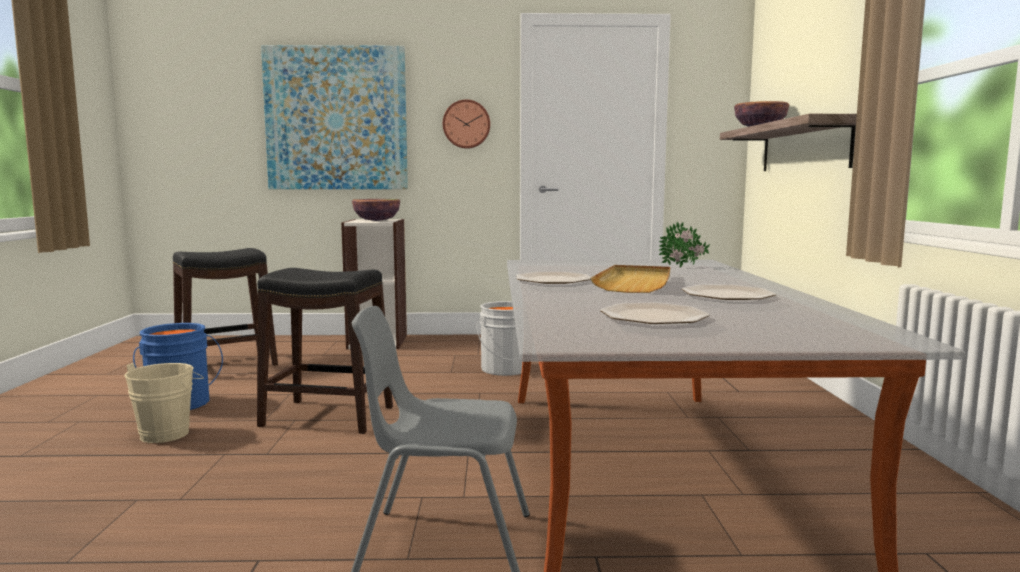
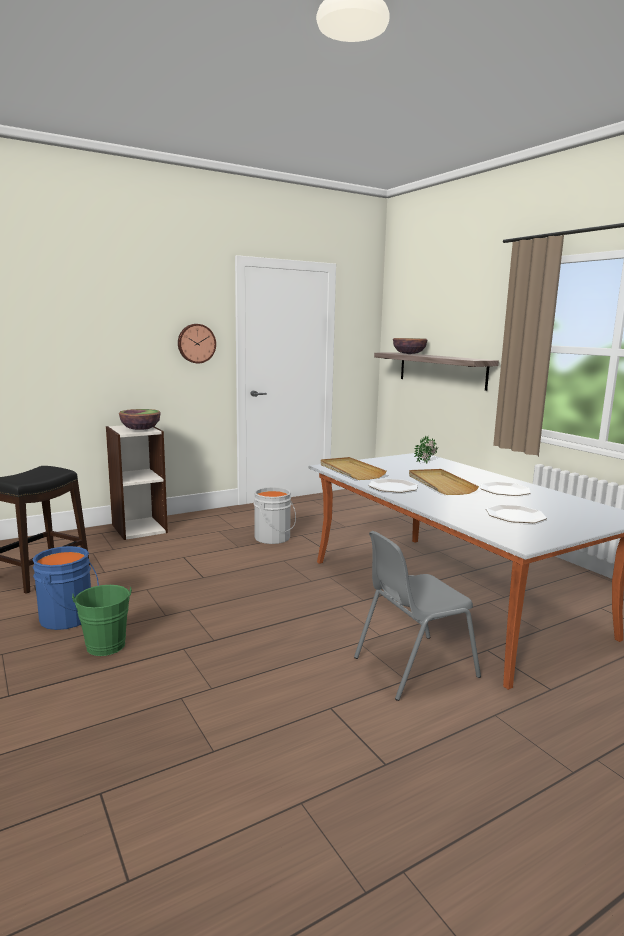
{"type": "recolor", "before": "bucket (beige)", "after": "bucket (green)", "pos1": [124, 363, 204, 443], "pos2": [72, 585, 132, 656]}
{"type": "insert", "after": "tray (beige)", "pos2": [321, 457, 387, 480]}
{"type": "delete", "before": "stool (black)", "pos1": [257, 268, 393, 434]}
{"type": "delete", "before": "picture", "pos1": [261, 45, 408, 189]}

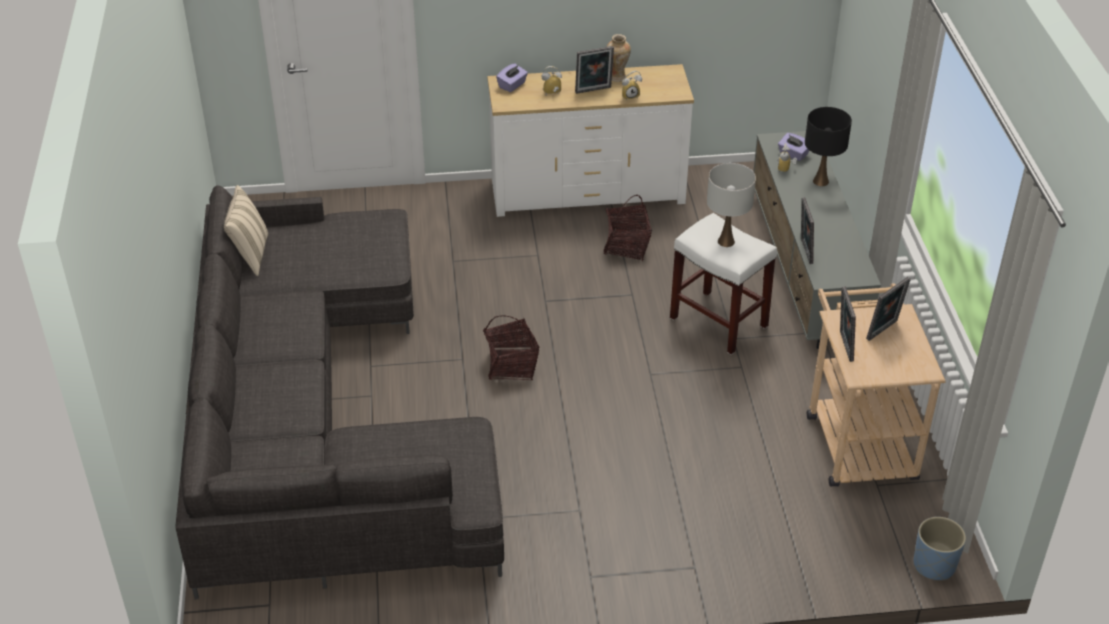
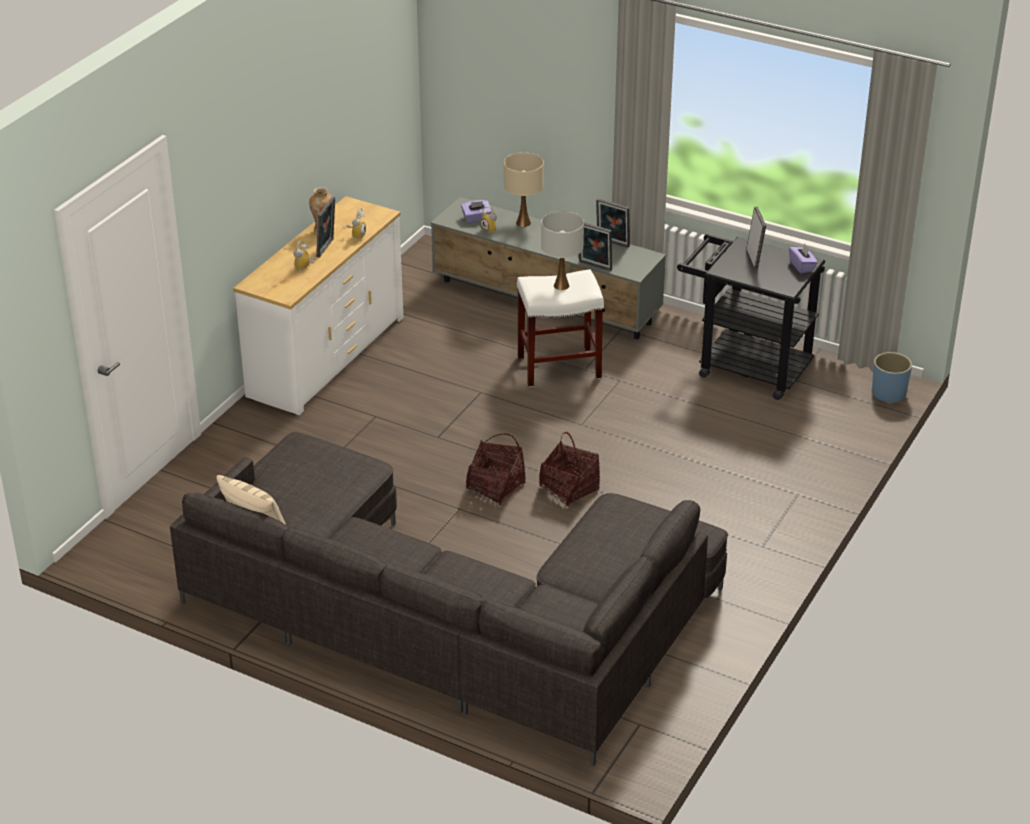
{"type": "recolor", "before": "table lamp (black)", "after": "table lamp (beige)", "pos1": [805, 107, 852, 186], "pos2": [504, 152, 544, 227]}
{"type": "move", "before": "basket", "pos1": [604, 195, 652, 261], "pos2": [539, 432, 600, 506]}
{"type": "move", "before": "picture frame", "pos1": [840, 286, 856, 362], "pos2": [596, 198, 630, 248]}
{"type": "recolor", "before": "cart (beige)", "after": "cart (black)", "pos1": [807, 283, 946, 487], "pos2": [677, 234, 825, 400]}
{"type": "move", "before": "tissue box (purple)", "pos1": [496, 63, 528, 92], "pos2": [789, 244, 818, 273]}

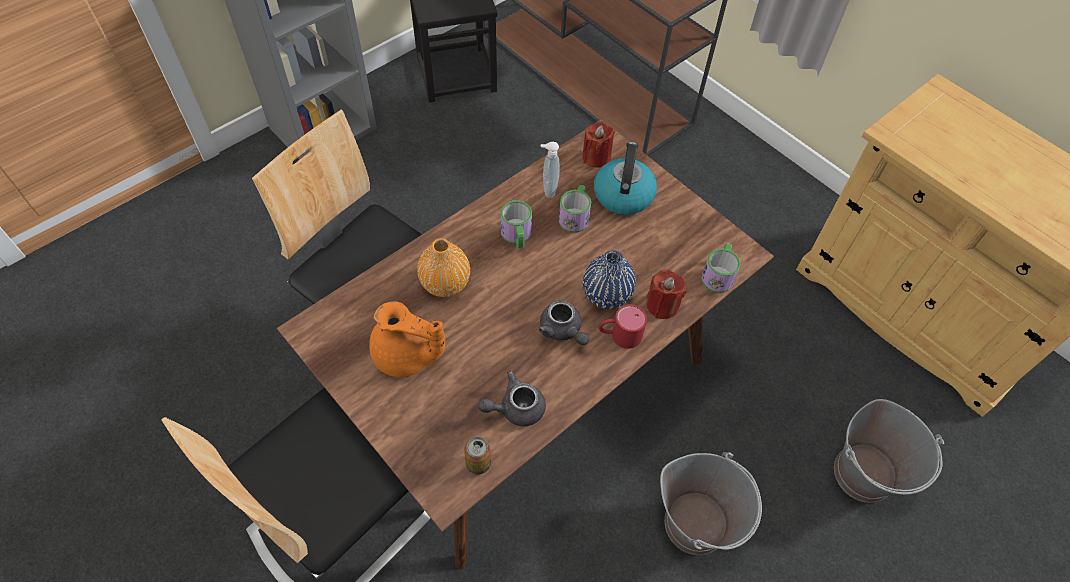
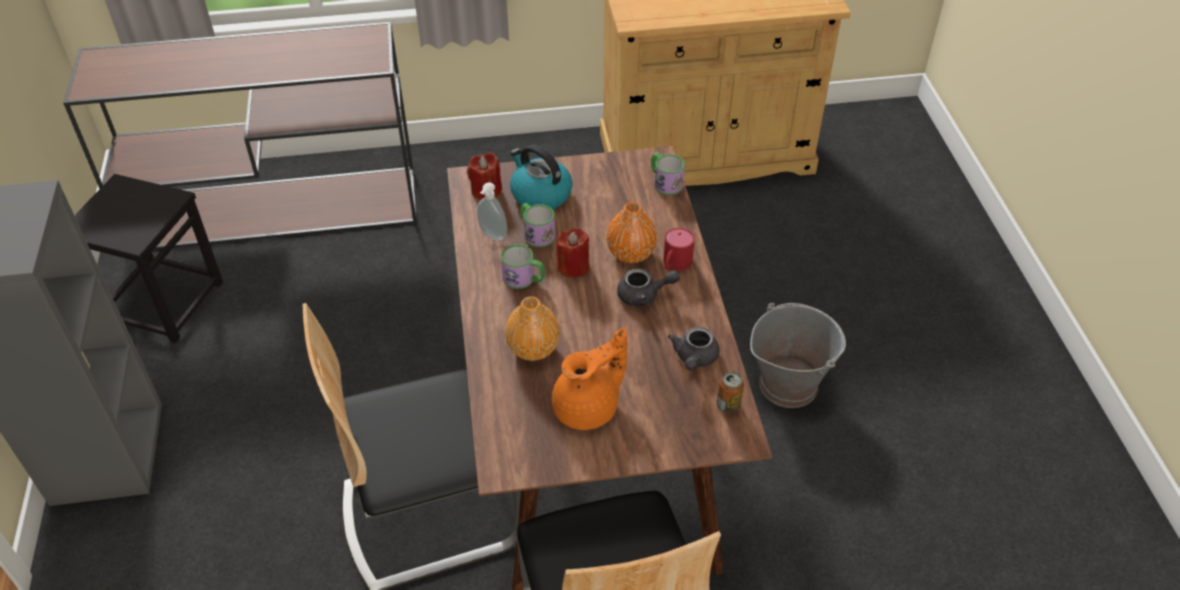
{"type": "move", "before": "candle (red)", "pos1": [646, 269, 687, 319], "pos2": [557, 227, 589, 278]}
{"type": "recolor", "before": "vase (blue)", "after": "vase (orange)", "pos1": [583, 250, 636, 309], "pos2": [607, 202, 657, 263]}
{"type": "delete", "before": "bucket (grey)", "pos1": [834, 399, 944, 503]}

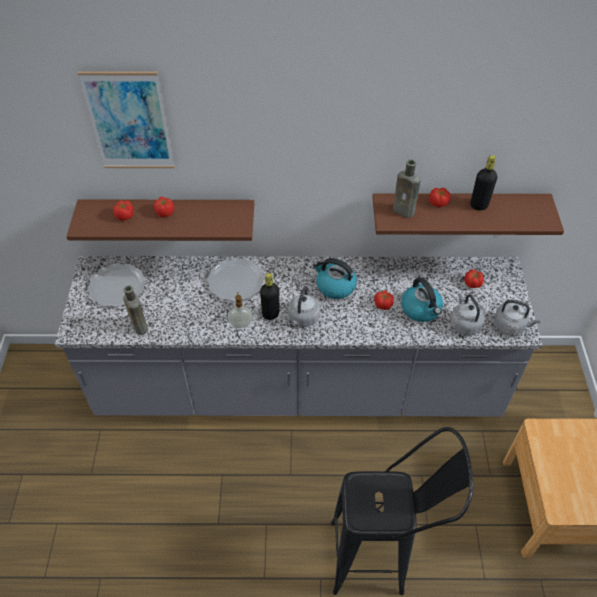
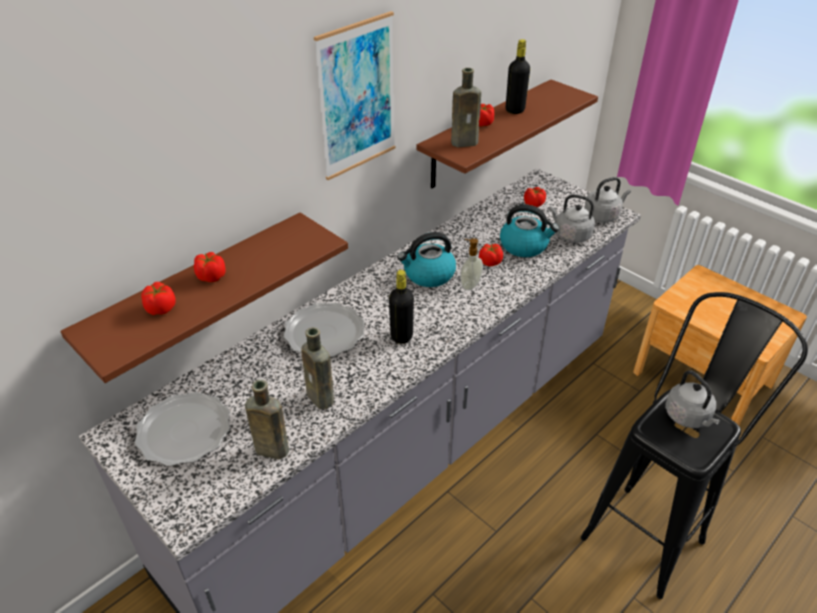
{"type": "insert", "after": "bottle (brown)", "pos2": [301, 327, 334, 409]}
{"type": "move", "before": "picture", "pos1": [77, 71, 175, 168], "pos2": [314, 11, 395, 180]}
{"type": "move", "before": "soap dispenser", "pos1": [228, 292, 253, 328], "pos2": [460, 238, 483, 290]}
{"type": "move", "before": "kettle (grey)", "pos1": [288, 286, 320, 327], "pos2": [665, 370, 720, 428]}

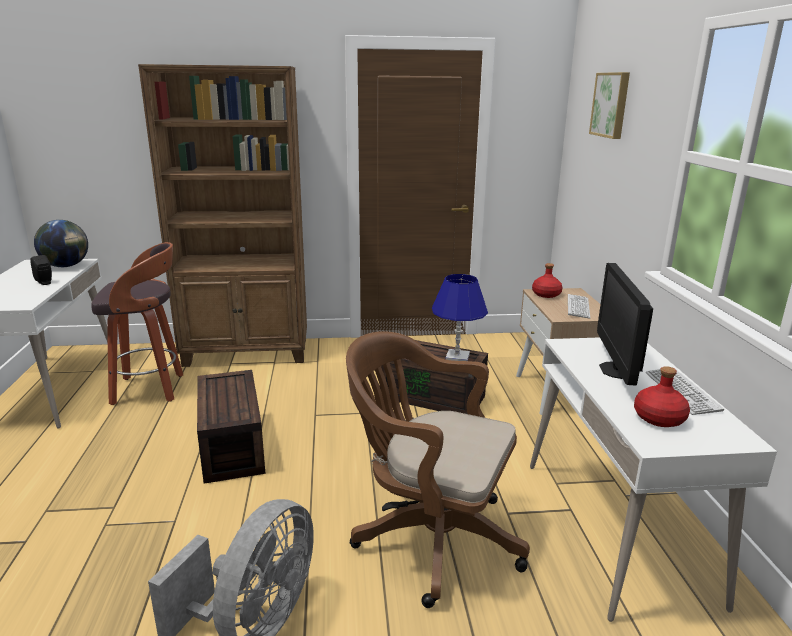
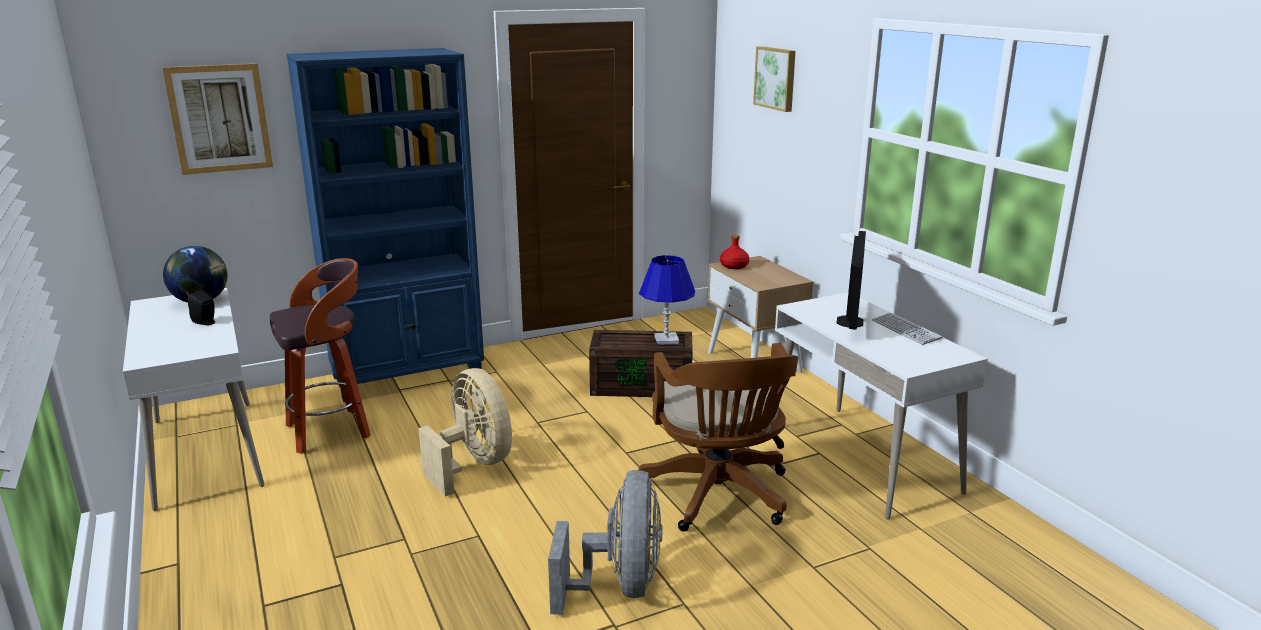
{"type": "insert", "after": "picture", "pos2": [162, 63, 273, 175]}
{"type": "recolor", "before": "bookcase (brown)", "after": "bookcase (blue)", "pos1": [138, 64, 307, 367], "pos2": [287, 48, 484, 402]}
{"type": "replace", "before": "storage box (brown)", "after": "fan (beige)", "pos1": [197, 370, 266, 484], "pos2": [418, 368, 512, 496]}
{"type": "rotate", "before": "office chair (brown)", "pos1": [346, 331, 530, 608], "pos2": [638, 343, 798, 531], "turn": -105}
{"type": "rotate", "before": "monitor", "pos1": [597, 263, 653, 386], "pos2": [836, 231, 866, 330], "turn": -150}
{"type": "delete", "before": "keyboard", "pos1": [568, 294, 590, 319]}
{"type": "delete", "before": "bottle (red)", "pos1": [634, 366, 690, 427]}

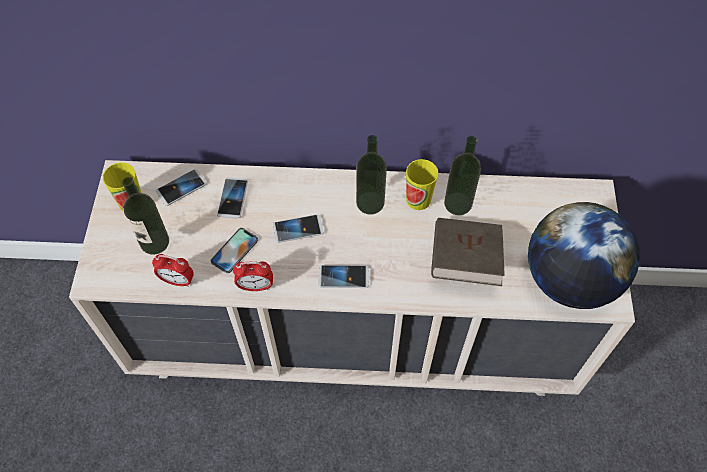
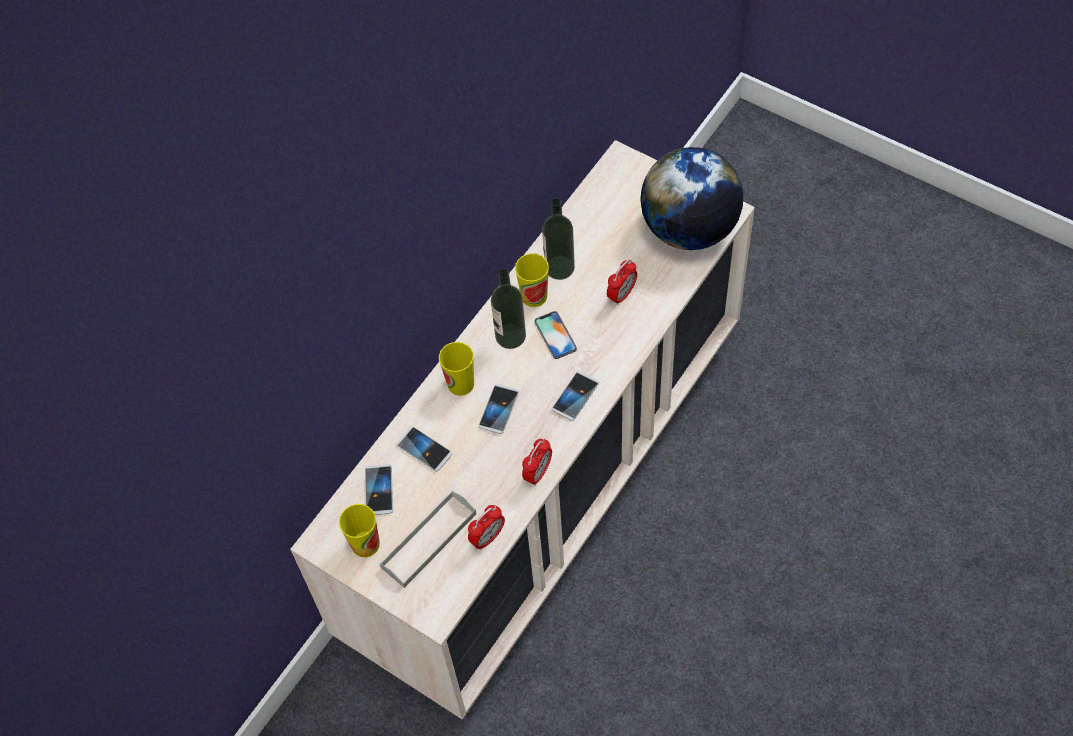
{"type": "replace", "before": "bottle", "after": "tray (grey)", "pos1": [122, 177, 169, 255], "pos2": [379, 491, 476, 588]}
{"type": "insert", "after": "cup", "pos2": [439, 342, 474, 396]}
{"type": "move", "before": "phone", "pos1": [211, 228, 258, 273], "pos2": [534, 311, 577, 359]}
{"type": "replace", "before": "book (brown)", "after": "alarm clock", "pos1": [431, 218, 505, 286], "pos2": [607, 260, 637, 306]}

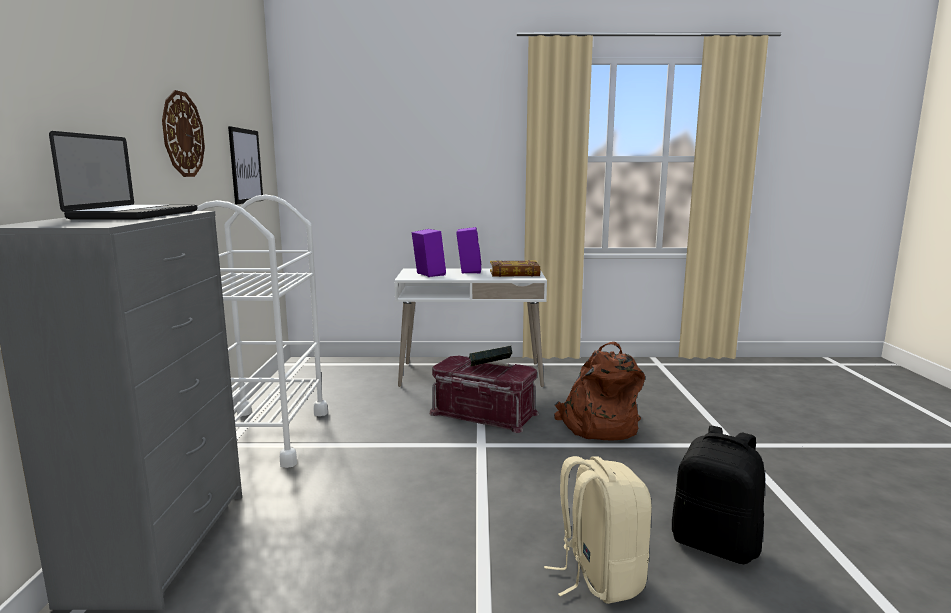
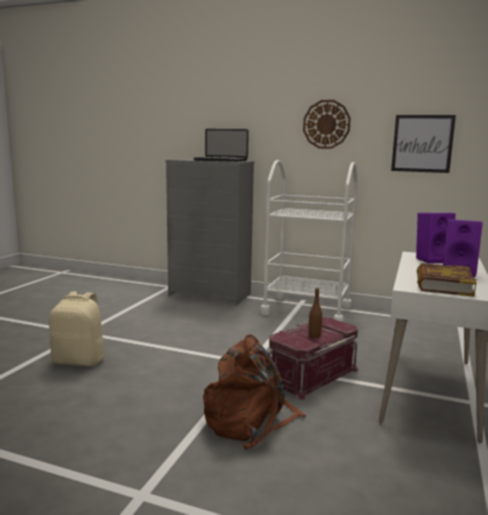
{"type": "replace", "before": "book", "after": "bottle (brown)", "pos1": [469, 346, 512, 367], "pos2": [308, 288, 322, 338]}
{"type": "delete", "before": "backpack (black)", "pos1": [672, 426, 765, 564]}

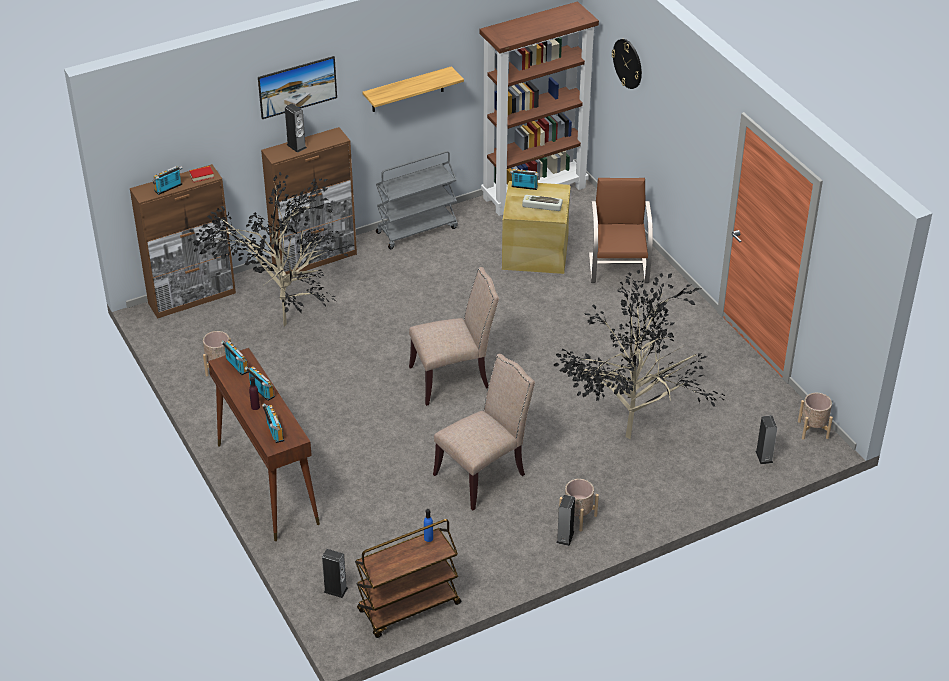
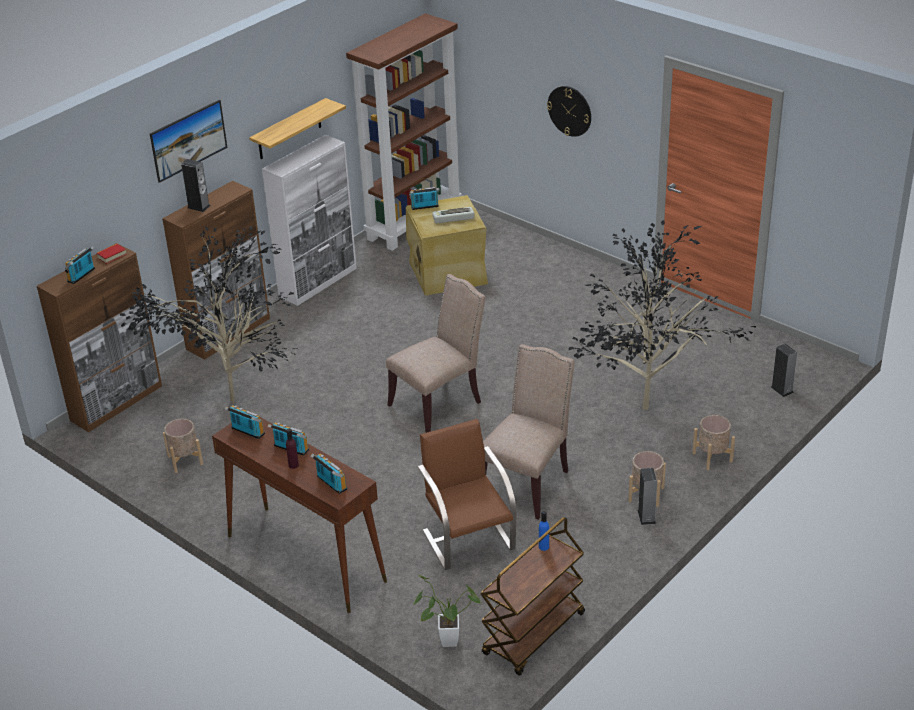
{"type": "replace", "before": "cart (grey)", "after": "cabinet (white)", "pos1": [376, 151, 458, 249], "pos2": [262, 135, 357, 306]}
{"type": "replace", "before": "speaker", "after": "potted plant", "pos1": [322, 549, 348, 598], "pos2": [414, 574, 480, 647]}
{"type": "move", "before": "chair (brown)", "pos1": [589, 178, 653, 283], "pos2": [418, 419, 516, 570]}
{"type": "move", "before": "wall clock", "pos1": [612, 39, 642, 89], "pos2": [547, 86, 591, 137]}
{"type": "move", "before": "planter (beige)", "pos1": [798, 393, 833, 440], "pos2": [692, 415, 735, 470]}

